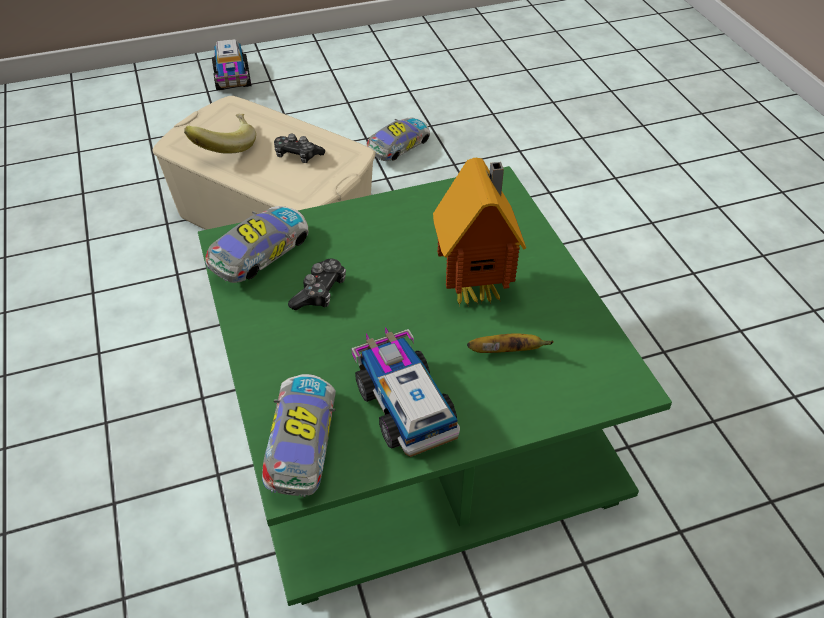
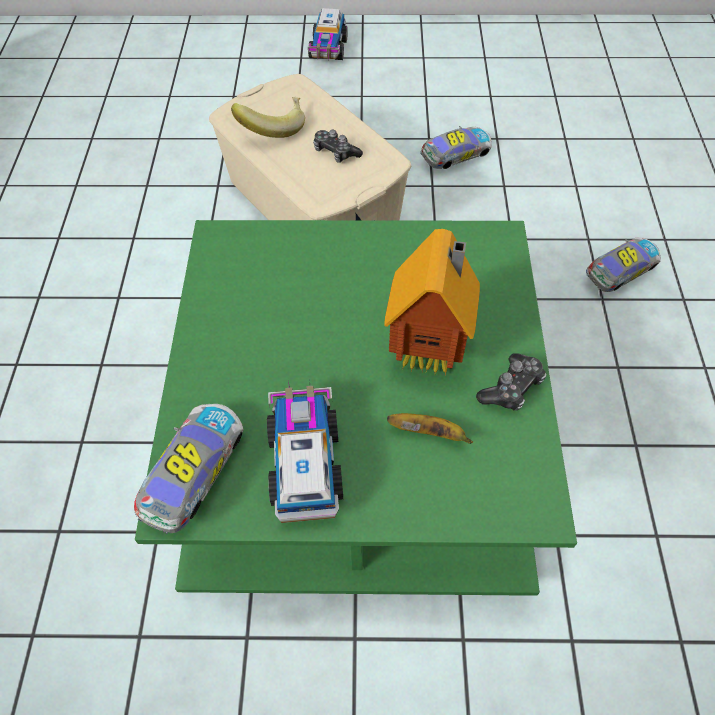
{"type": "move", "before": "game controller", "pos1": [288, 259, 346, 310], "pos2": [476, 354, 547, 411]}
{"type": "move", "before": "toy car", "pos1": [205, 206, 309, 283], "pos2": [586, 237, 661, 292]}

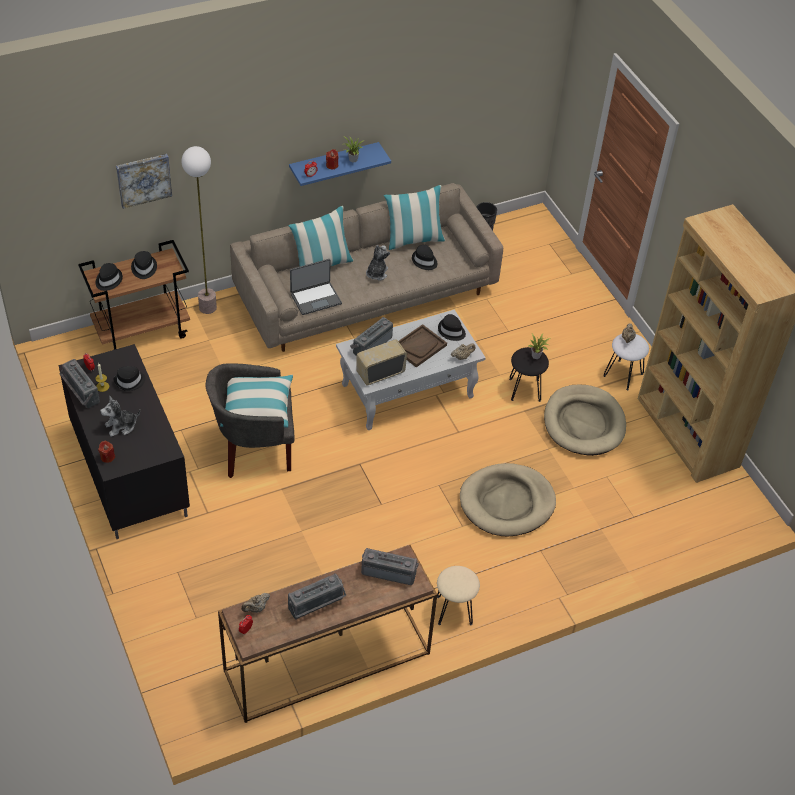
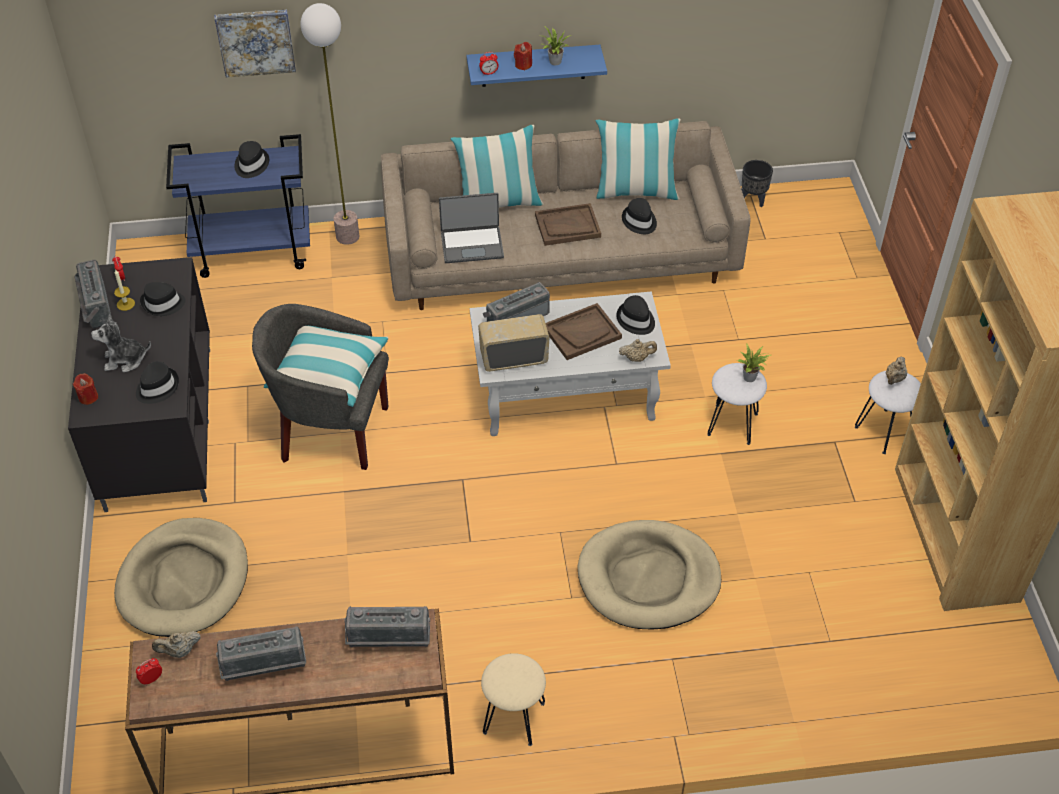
{"type": "move", "before": "dog bed (beige)", "pos1": [544, 384, 626, 456], "pos2": [114, 518, 248, 637]}
{"type": "move", "before": "hat (black)", "pos1": [95, 263, 123, 291], "pos2": [136, 361, 179, 404]}
{"type": "recolor", "before": "cart (brown)", "after": "cart (blue)", "pos1": [78, 240, 190, 350], "pos2": [166, 134, 310, 278]}
{"type": "rotate", "before": "radio", "pos1": [361, 548, 419, 585], "pos2": [344, 606, 430, 647], "turn": 150}
{"type": "replace", "before": "plush toy", "after": "tray (brown)", "pos1": [366, 245, 390, 281], "pos2": [535, 203, 601, 246]}
{"type": "recolor", "before": "stool (black)", "after": "stool (white)", "pos1": [509, 347, 549, 402], "pos2": [707, 363, 767, 445]}

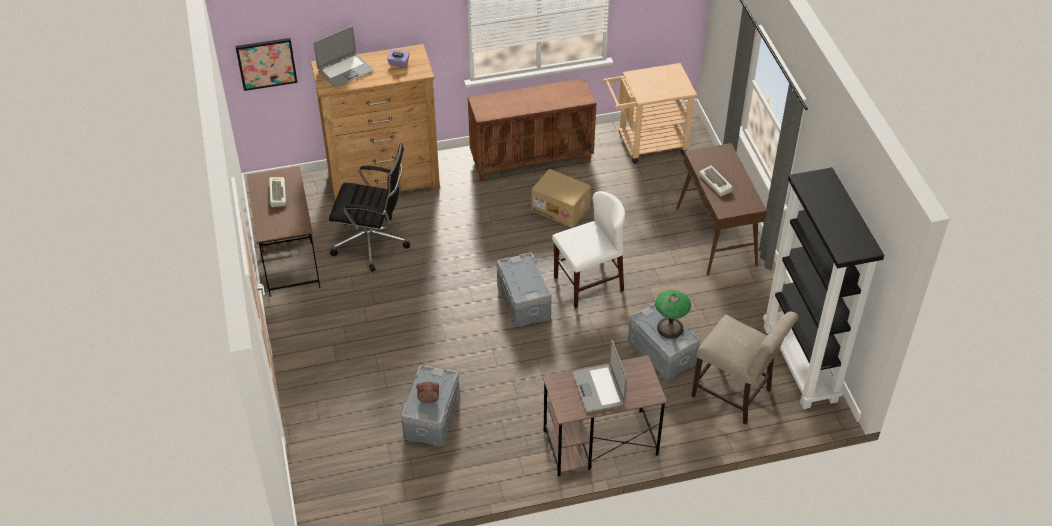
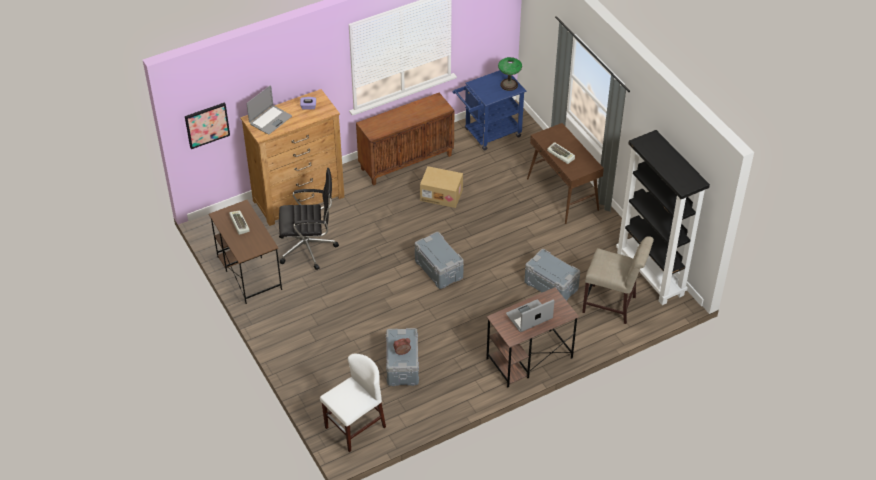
{"type": "move", "before": "chair (white)", "pos1": [552, 191, 625, 308], "pos2": [320, 353, 386, 452]}
{"type": "recolor", "before": "cart (beige)", "after": "cart (blue)", "pos1": [603, 63, 697, 164], "pos2": [453, 70, 526, 151]}
{"type": "move", "before": "table lamp", "pos1": [655, 290, 691, 338], "pos2": [498, 57, 522, 91]}
{"type": "rotate", "before": "laptop", "pos1": [573, 340, 628, 412], "pos2": [506, 299, 555, 332], "turn": 90}

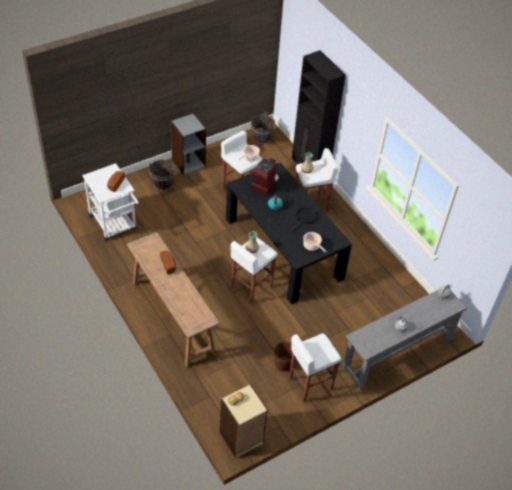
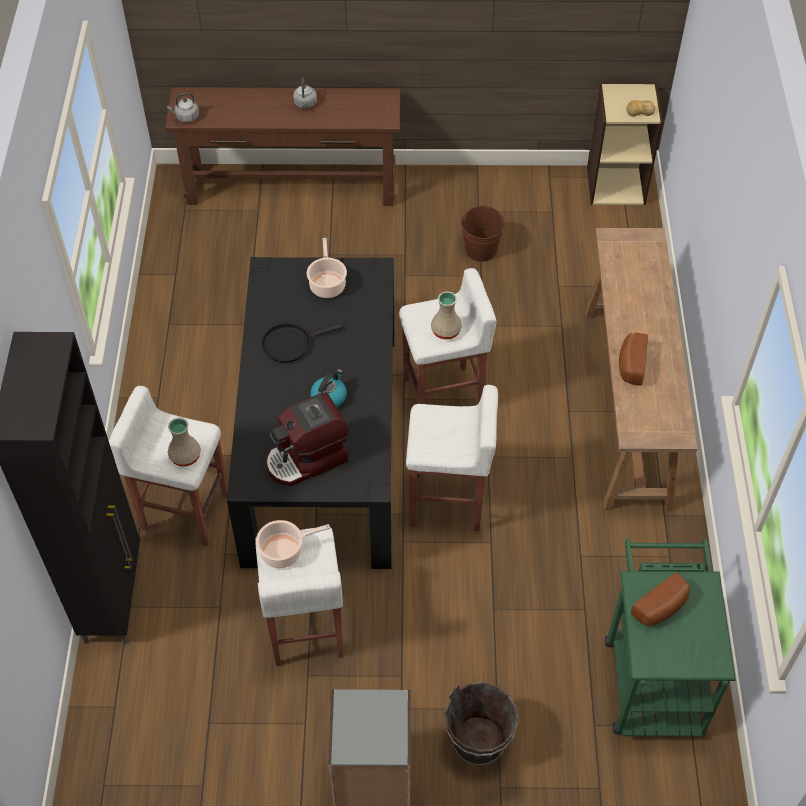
{"type": "recolor", "before": "console table (grey)", "after": "console table (brown)", "pos1": [342, 286, 467, 390], "pos2": [165, 87, 400, 206]}
{"type": "move", "before": "stool (white)", "pos1": [289, 333, 341, 402], "pos2": [406, 385, 498, 531]}
{"type": "recolor", "before": "cart (white)", "after": "cart (green)", "pos1": [82, 163, 139, 241], "pos2": [605, 539, 736, 737]}
{"type": "delete", "before": "bucket (brown)", "pos1": [251, 112, 275, 145]}

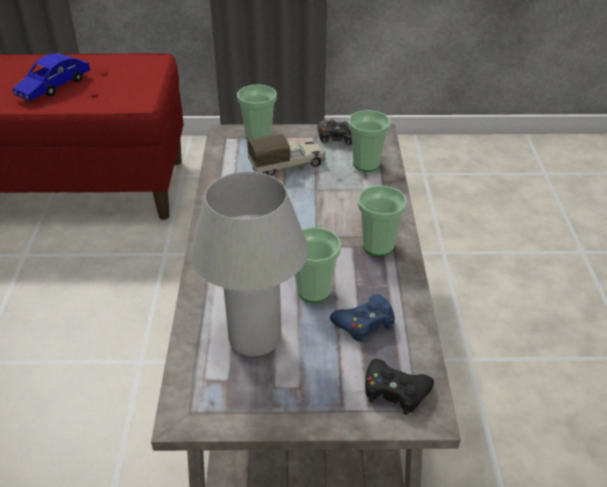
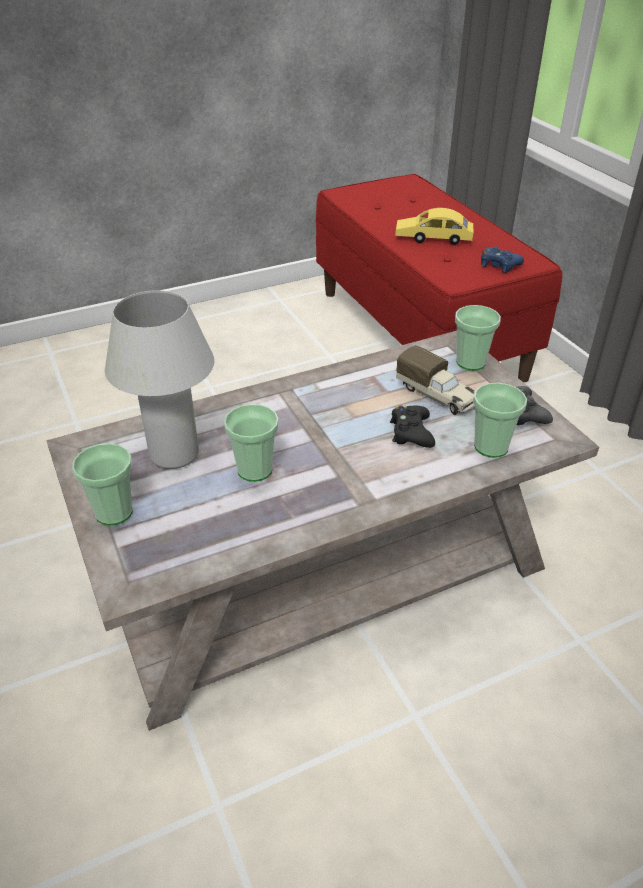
{"type": "move", "before": "cup", "pos1": [358, 186, 407, 256], "pos2": [72, 443, 133, 526]}
{"type": "move", "before": "game controller (black)", "pos1": [365, 359, 434, 415], "pos2": [390, 405, 435, 448]}
{"type": "recolor", "before": "toy car (blue)", "after": "toy car (yellow)", "pos1": [12, 53, 90, 101], "pos2": [395, 208, 473, 245]}
{"type": "move", "before": "game controller (blue)", "pos1": [330, 294, 395, 343], "pos2": [481, 247, 524, 273]}

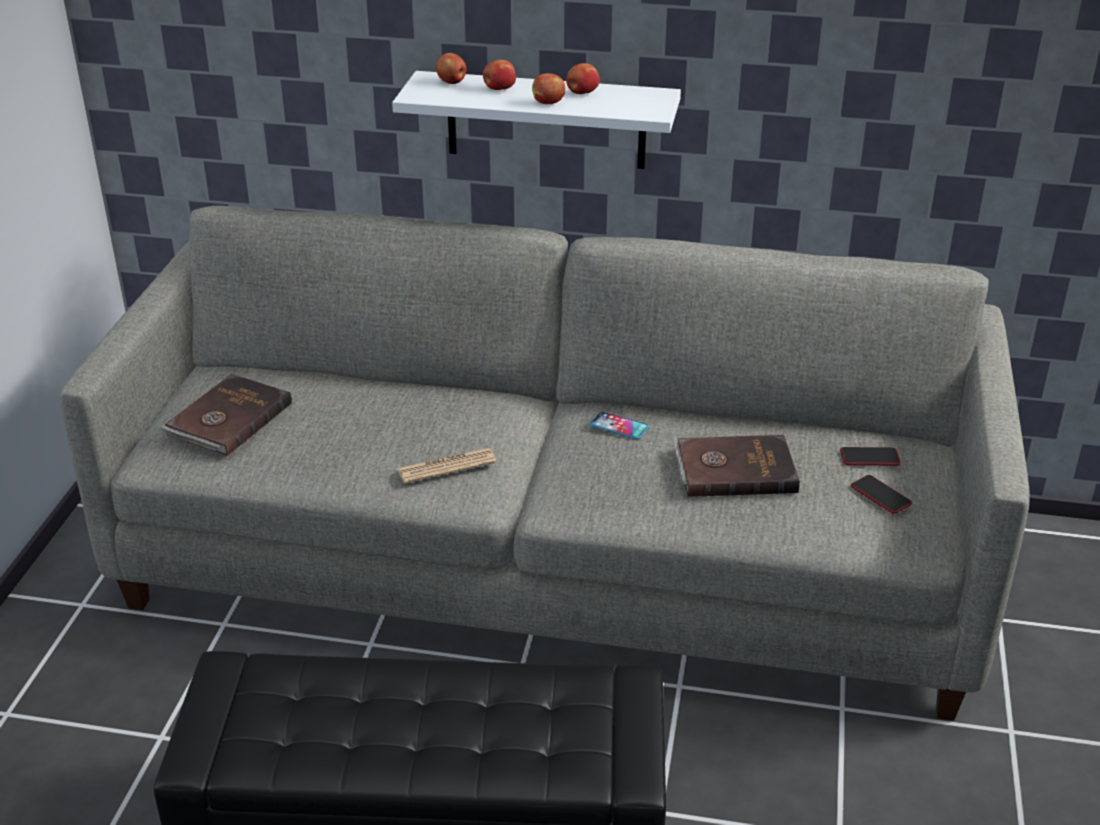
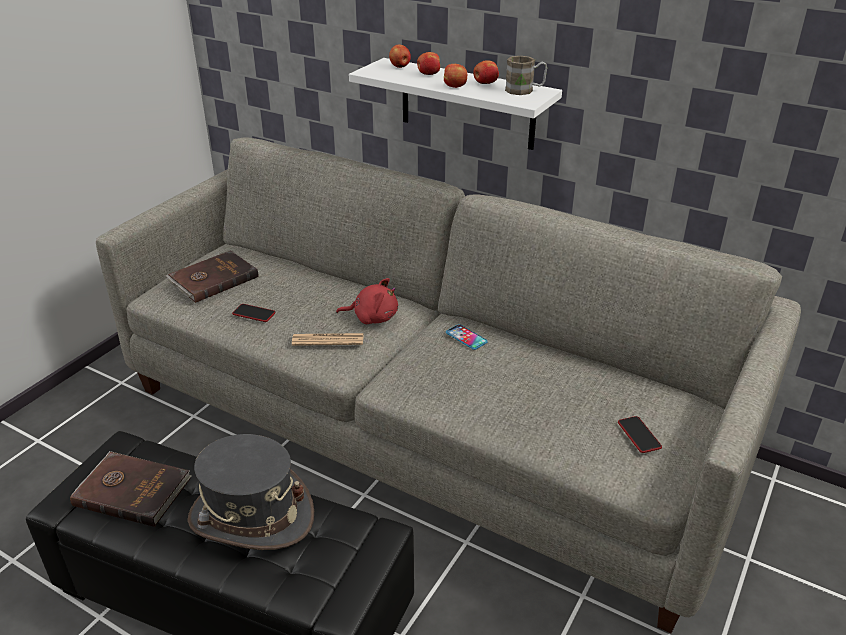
{"type": "move", "before": "book (brown)", "pos1": [674, 435, 800, 497], "pos2": [70, 451, 192, 527]}
{"type": "insert", "after": "hat (grey)", "pos2": [188, 434, 314, 550]}
{"type": "move", "before": "phone", "pos1": [840, 447, 901, 465], "pos2": [232, 304, 276, 322]}
{"type": "insert", "after": "plush toy (red)", "pos2": [336, 278, 398, 324]}
{"type": "insert", "after": "mug (brown)", "pos2": [505, 56, 547, 95]}

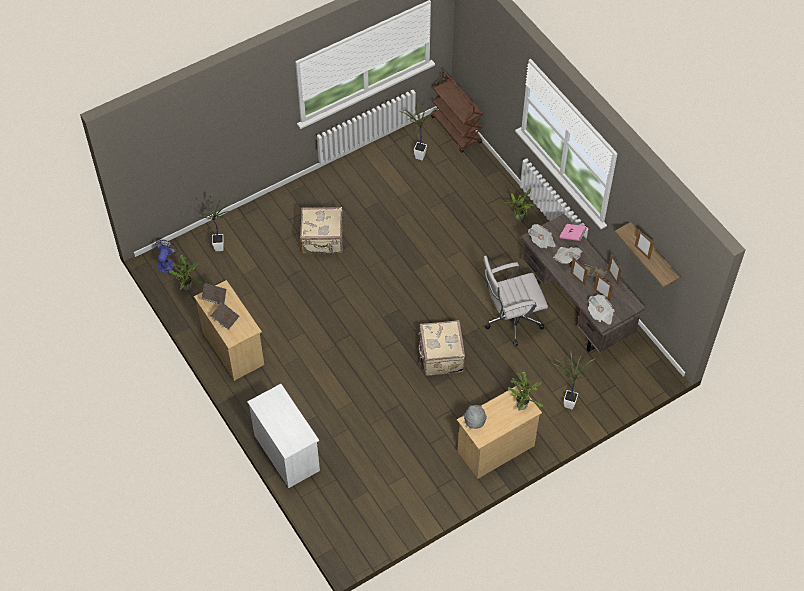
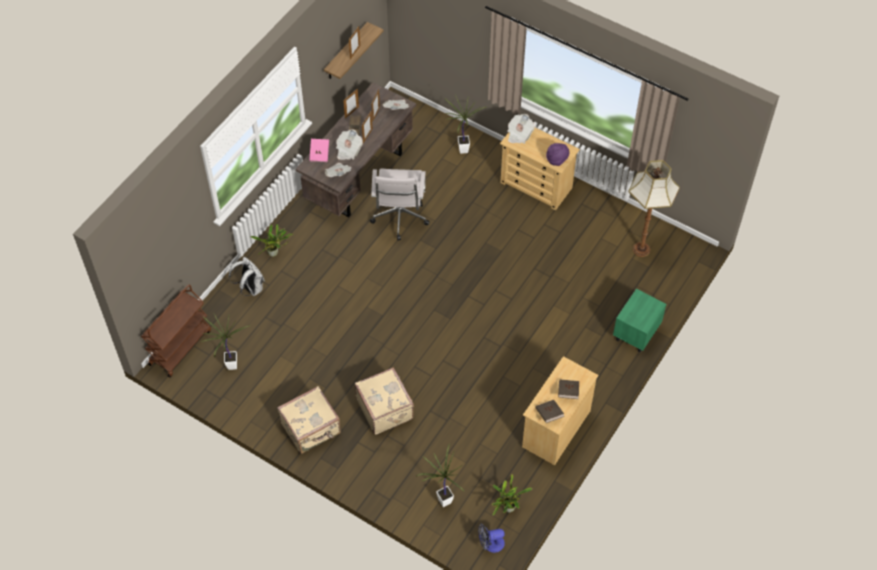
{"type": "insert", "after": "backpack (white)", "pos2": [229, 257, 265, 296]}
{"type": "move", "before": "suitcase (beige)", "pos1": [418, 320, 465, 376], "pos2": [277, 386, 341, 454]}
{"type": "rotate", "before": "office chair (white)", "pos1": [483, 256, 548, 346], "pos2": [370, 169, 429, 241], "turn": 45}
{"type": "replace", "before": "potted plant", "after": "newspaper", "pos1": [508, 372, 543, 411], "pos2": [507, 114, 535, 144]}
{"type": "recolor", "before": "hat (grey)", "after": "hat (purple)", "pos1": [464, 405, 487, 429], "pos2": [546, 143, 569, 166]}
{"type": "replace", "before": "dresser (white)", "after": "nightstand (green)", "pos1": [247, 384, 320, 488], "pos2": [613, 289, 666, 353]}
{"type": "insert", "after": "floor lamp", "pos2": [628, 160, 680, 257]}

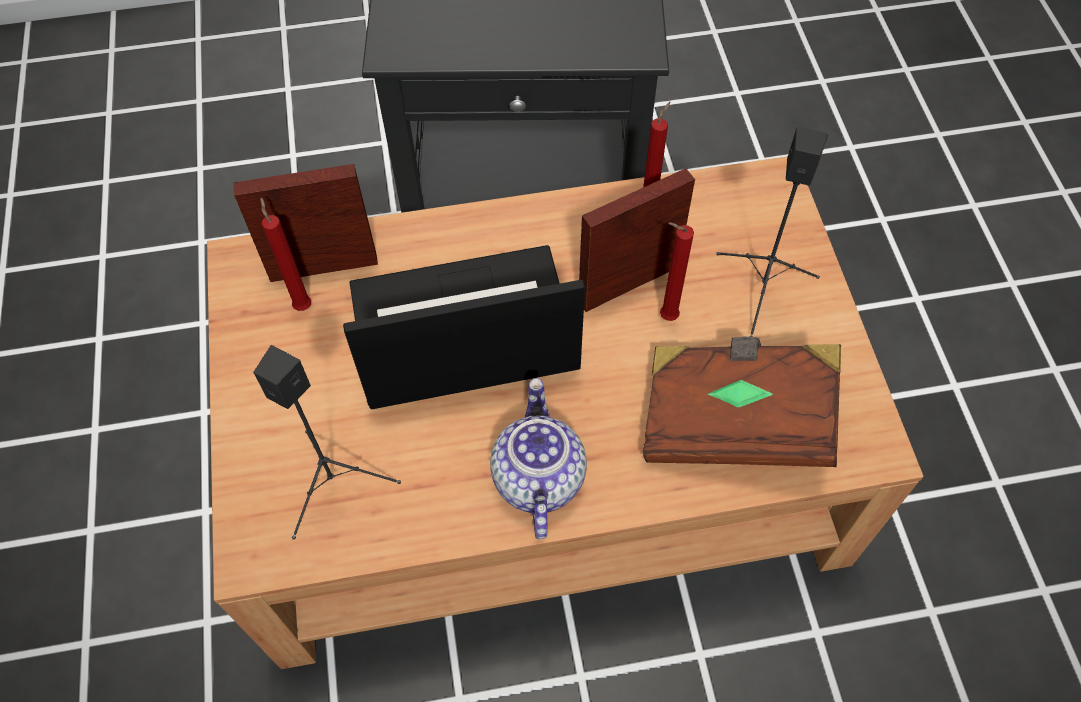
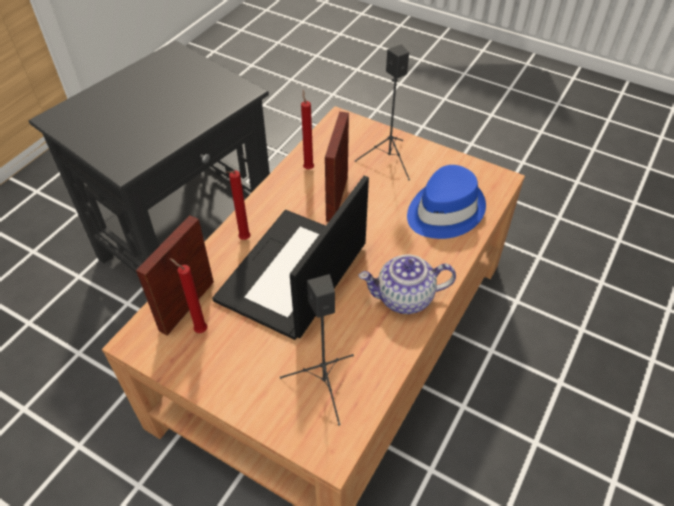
{"type": "move", "before": "candle (red)", "pos1": [660, 222, 694, 321], "pos2": [226, 171, 251, 240]}
{"type": "rotate", "before": "teapot", "pos1": [490, 378, 587, 539], "pos2": [359, 254, 456, 314], "turn": -45}
{"type": "replace", "before": "book (brown)", "after": "hat (blue)", "pos1": [643, 336, 841, 467], "pos2": [407, 165, 486, 239]}

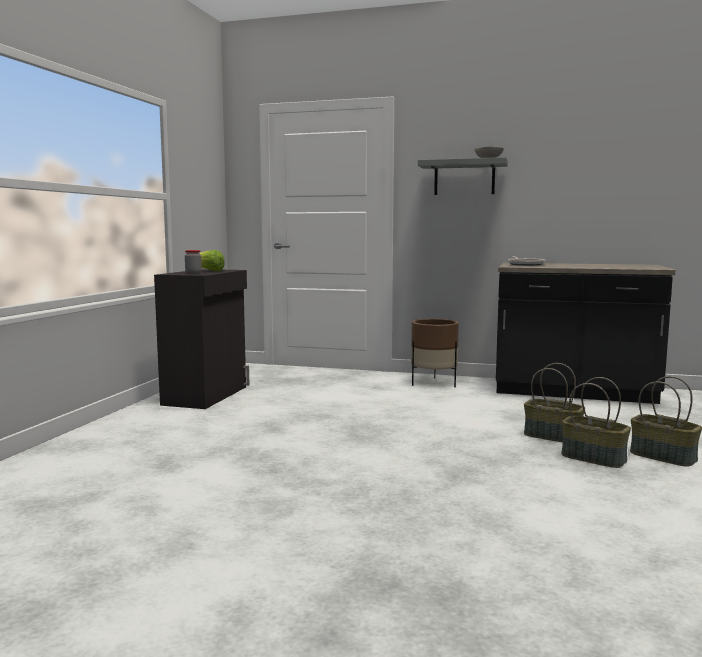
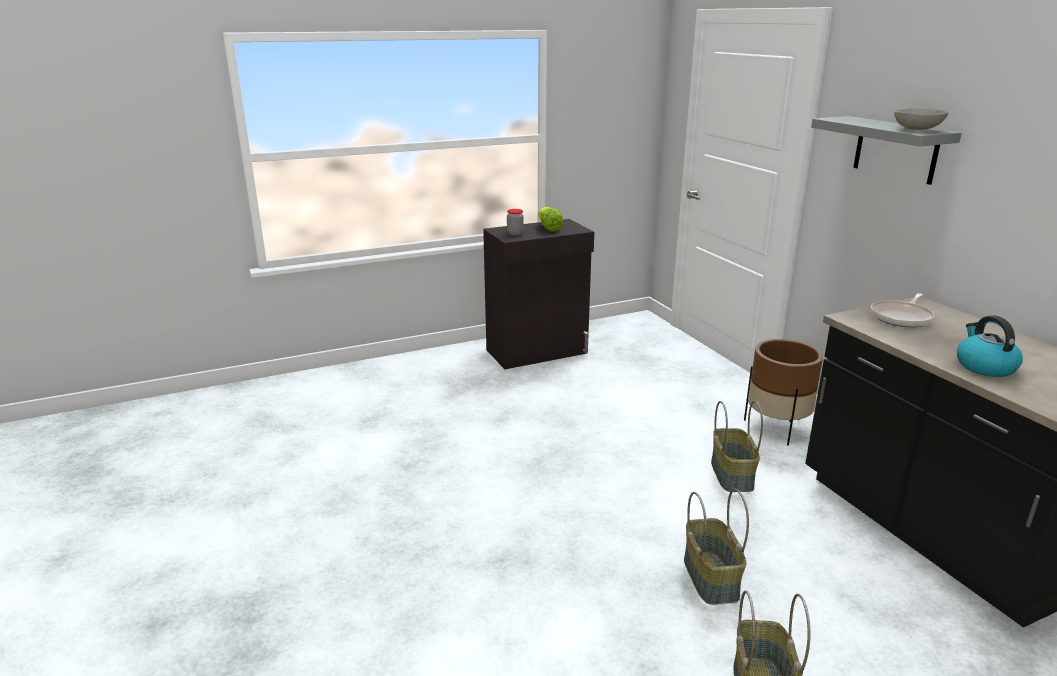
{"type": "move", "before": "basket", "pos1": [561, 377, 631, 468], "pos2": [711, 401, 763, 492]}
{"type": "insert", "after": "kettle", "pos2": [957, 315, 1023, 377]}

